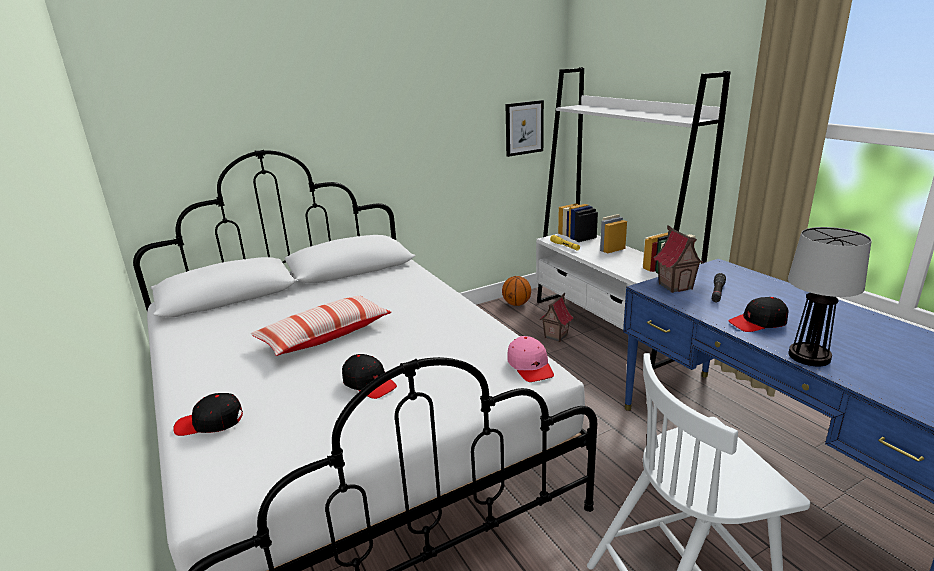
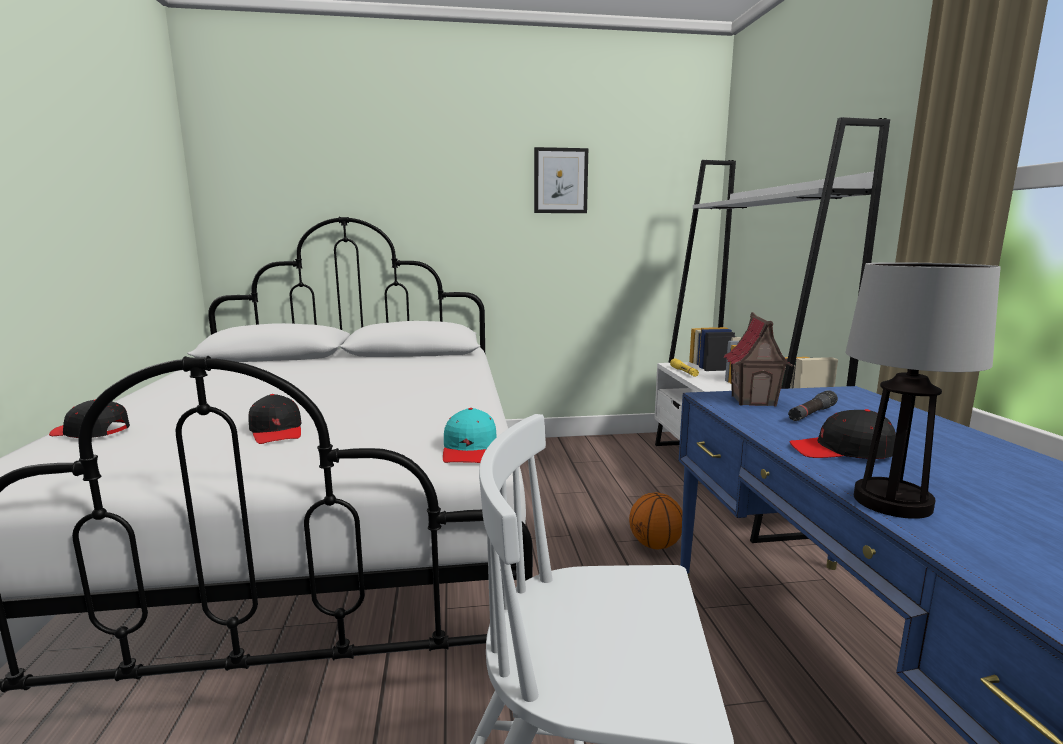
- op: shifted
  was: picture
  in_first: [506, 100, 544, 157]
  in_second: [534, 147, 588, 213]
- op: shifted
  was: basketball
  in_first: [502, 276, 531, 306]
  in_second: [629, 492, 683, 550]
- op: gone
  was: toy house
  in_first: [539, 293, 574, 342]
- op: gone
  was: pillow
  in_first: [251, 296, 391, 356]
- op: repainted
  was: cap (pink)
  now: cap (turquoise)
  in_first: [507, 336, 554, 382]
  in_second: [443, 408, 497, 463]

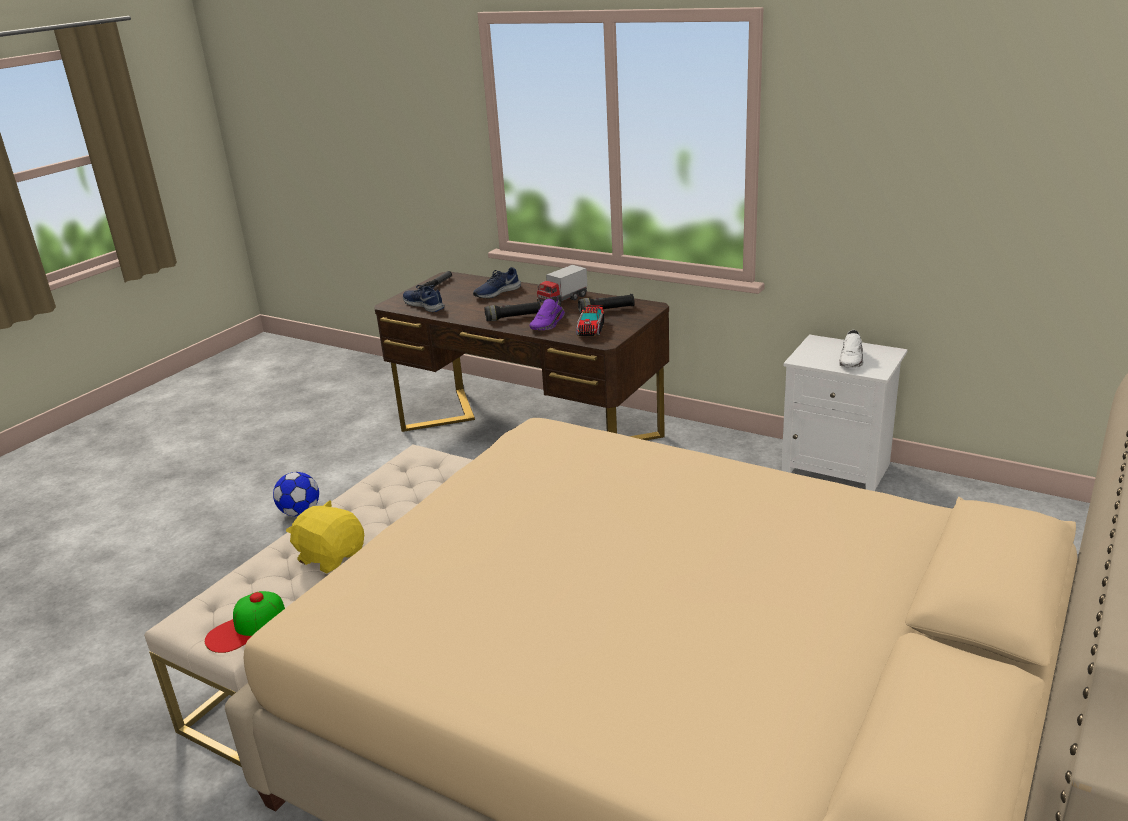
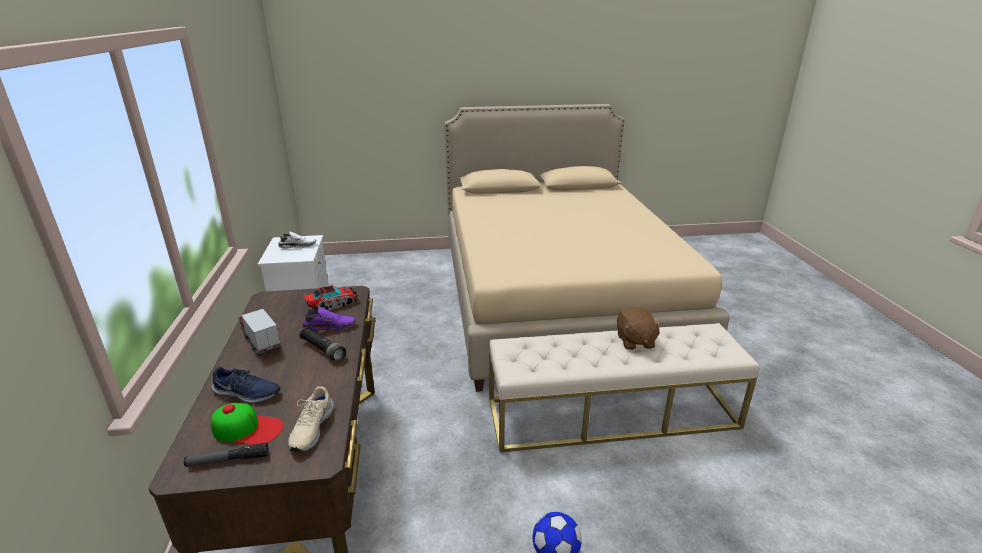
- op: rotated
  was: toy truck
  in_first: [537, 265, 587, 305]
  in_second: [238, 309, 281, 356]
  clockwise: -135
- op: repainted
  was: shoe (blue)
  now: shoe (beige)
  in_first: [403, 285, 444, 312]
  in_second: [288, 386, 334, 452]
- op: gone
  was: flashlight (black)
  in_first: [578, 294, 635, 314]
- op: repainted
  was: plush toy (yellow)
  now: plush toy (brown)
  in_first: [286, 501, 364, 573]
  in_second: [617, 307, 663, 350]
- op: shifted
  was: cap
  in_first: [205, 591, 285, 653]
  in_second: [211, 403, 283, 445]

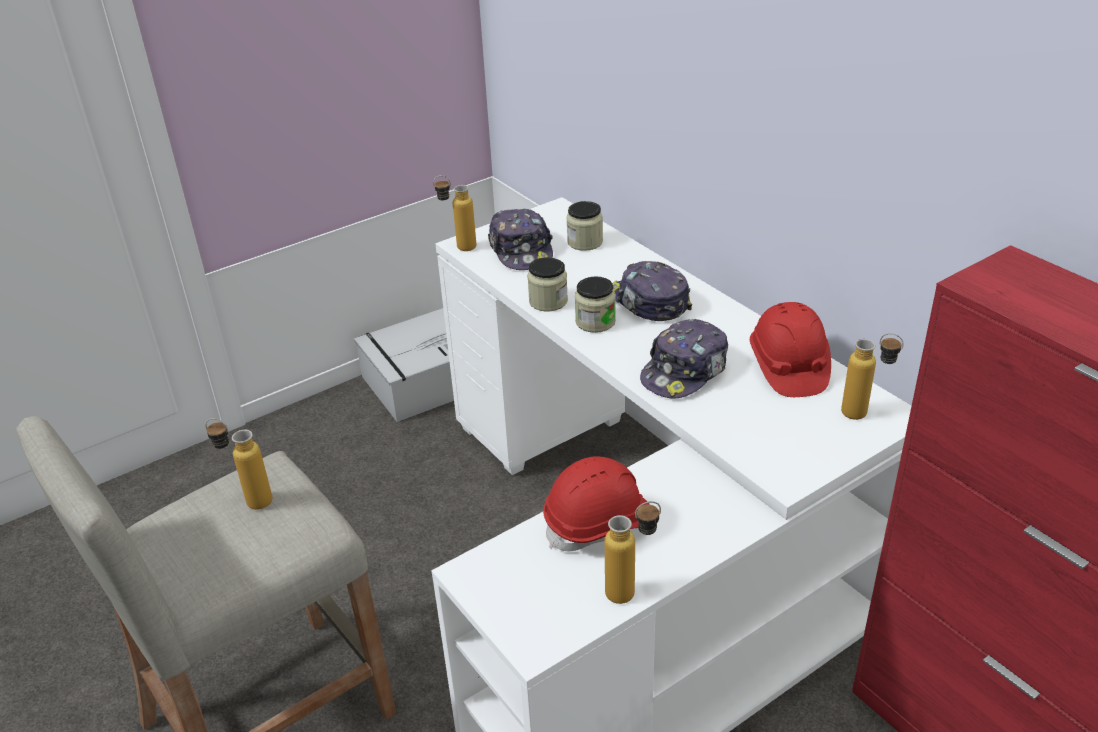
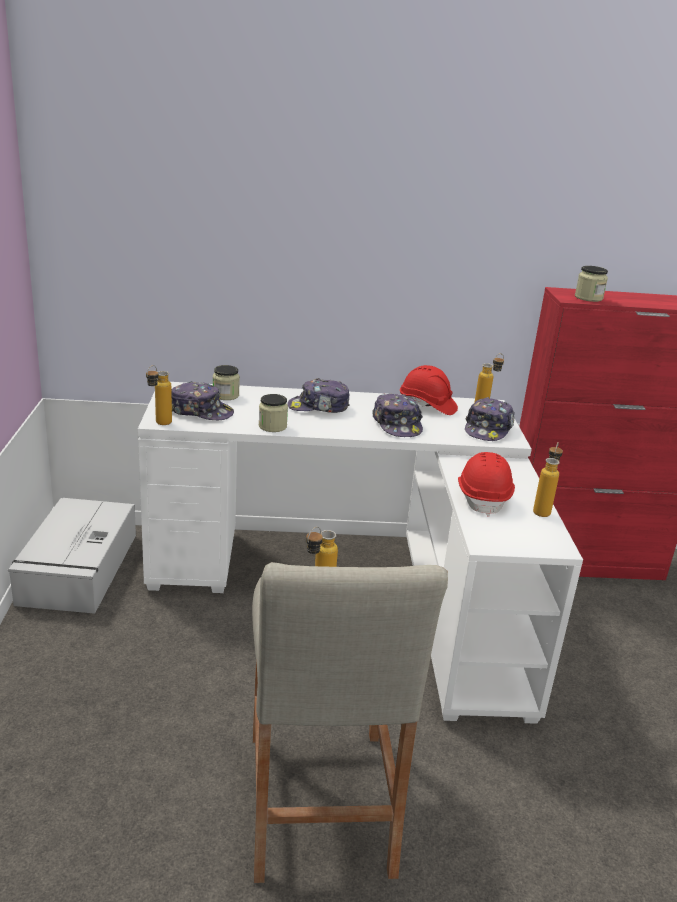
- op: shifted
  was: jar
  in_first: [575, 276, 616, 333]
  in_second: [575, 266, 608, 302]
- op: new
  now: cap
  in_second: [465, 397, 515, 441]

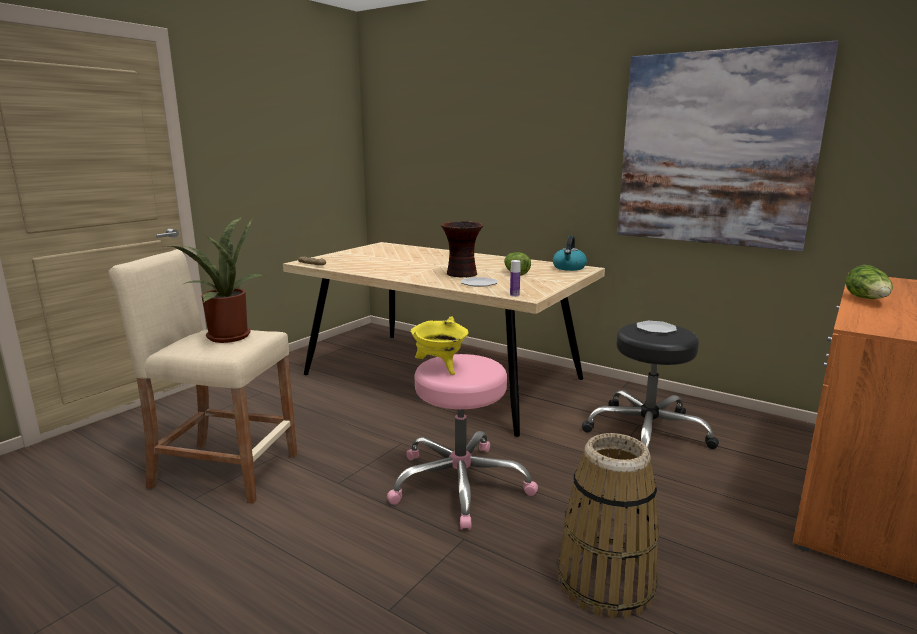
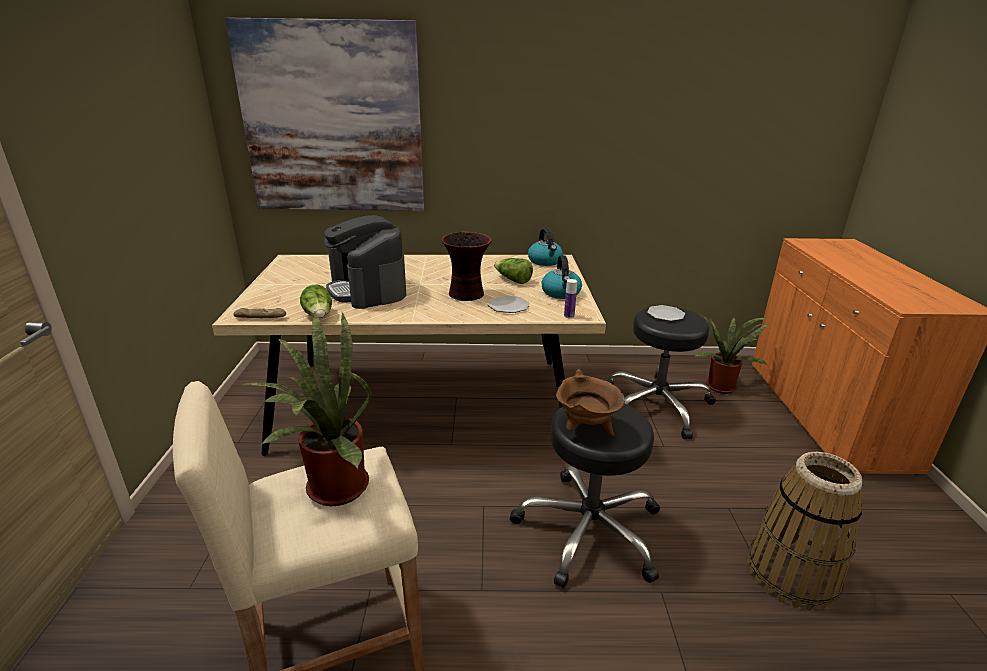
- op: shifted
  was: picture
  in_first: [617, 41, 839, 251]
  in_second: [225, 18, 424, 211]
- op: shifted
  was: lettuce
  in_first: [845, 265, 893, 299]
  in_second: [300, 284, 332, 318]
- op: repainted
  was: cooking pot (yellow)
  now: cooking pot (brown)
  in_first: [410, 316, 468, 375]
  in_second: [556, 369, 625, 437]
- op: repainted
  was: stool (pink)
  now: stool (black)
  in_first: [387, 354, 538, 530]
  in_second: [510, 404, 660, 588]
- op: new
  now: coffee machine
  in_second: [324, 215, 406, 309]
- op: new
  now: kettle
  in_second: [542, 255, 582, 299]
- op: new
  now: potted plant
  in_second: [695, 316, 771, 394]

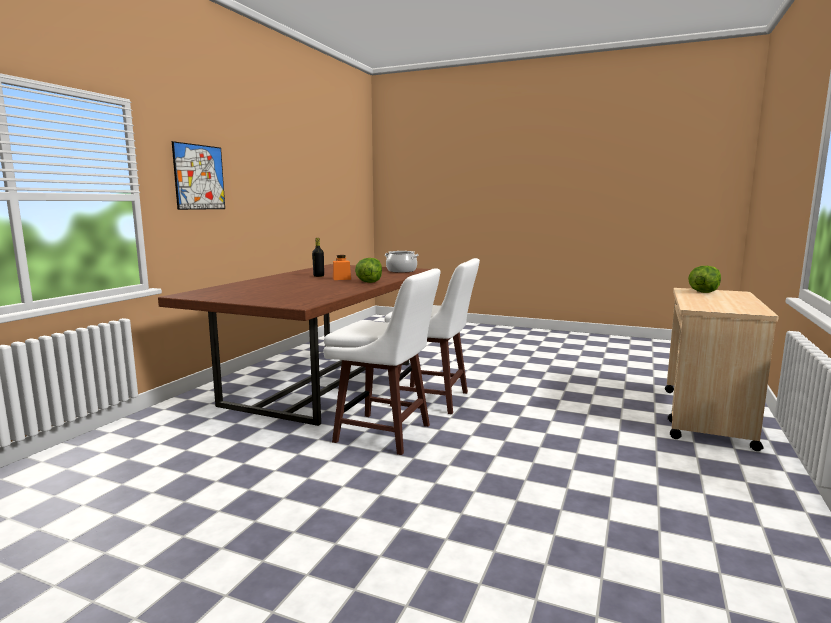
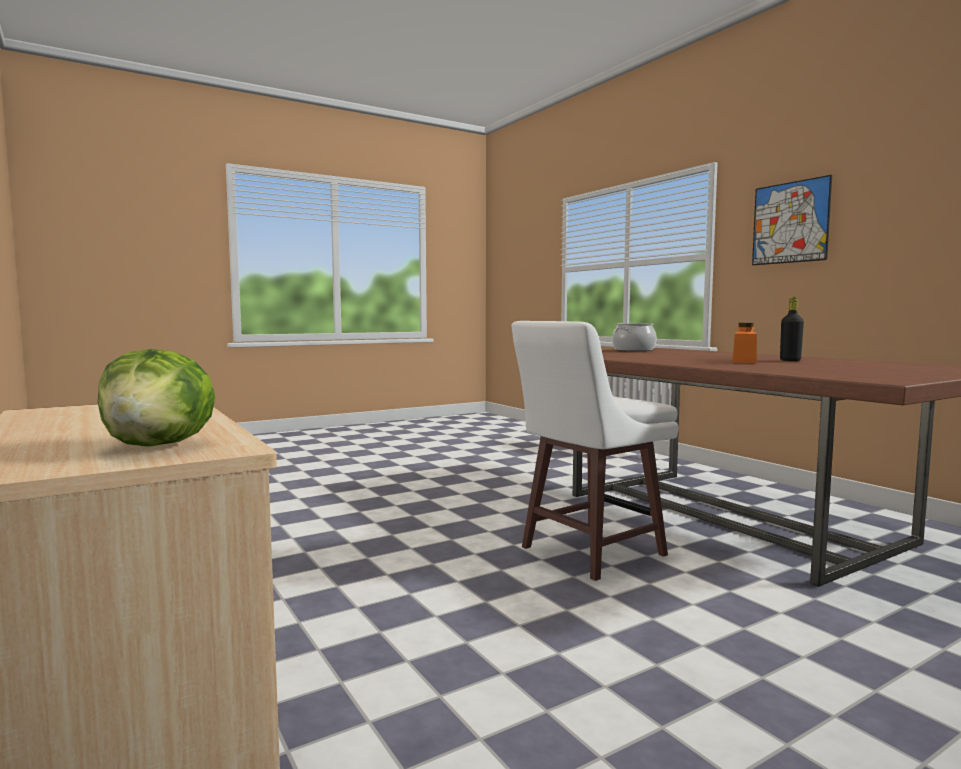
- op: shifted
  was: cooking pot
  in_first: [385, 251, 419, 273]
  in_second: [612, 323, 657, 351]
- op: gone
  was: lettuce
  in_first: [355, 258, 382, 283]
- op: gone
  was: stool (white)
  in_first: [323, 268, 441, 455]

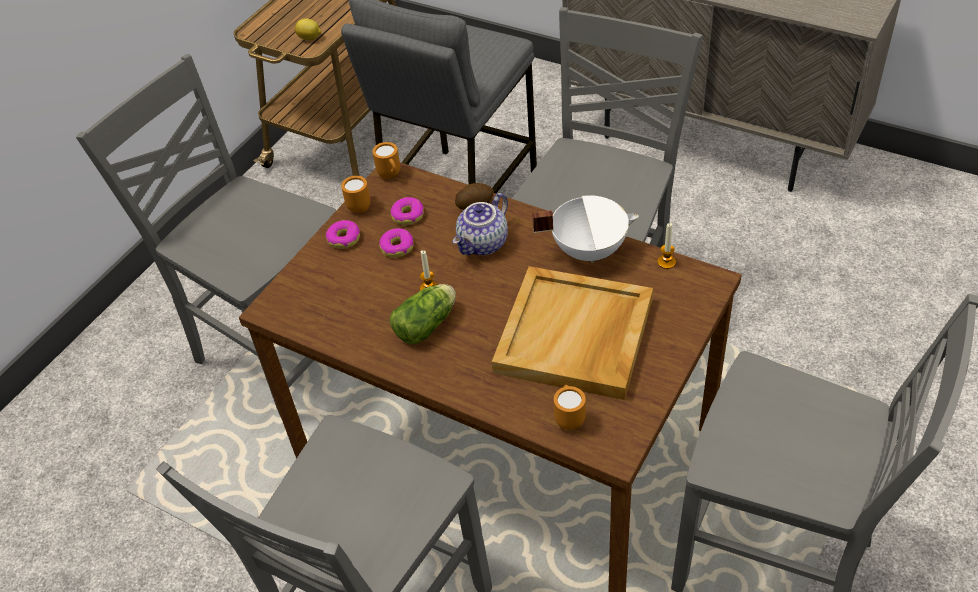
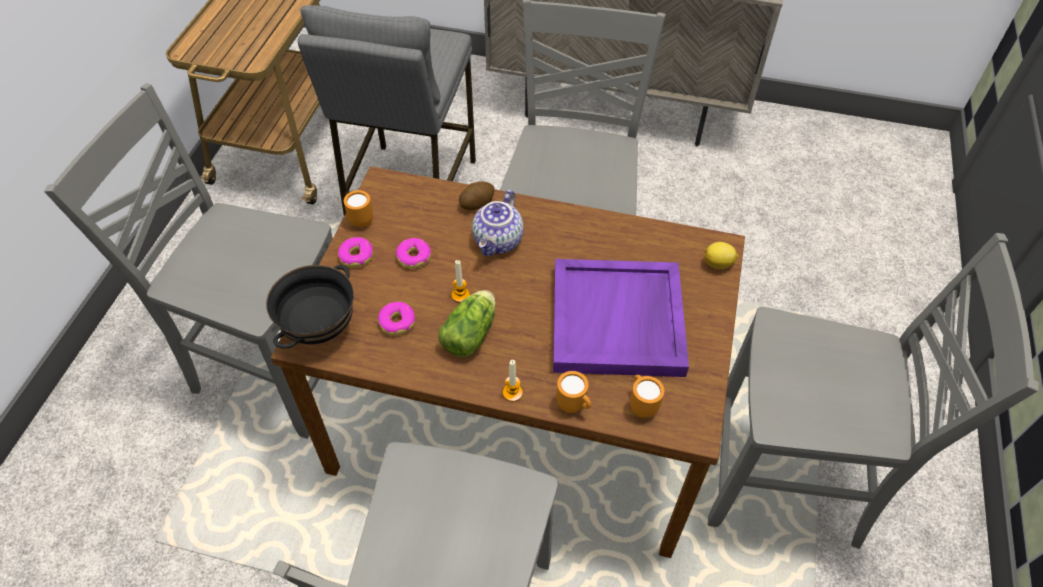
- op: shifted
  was: lemon
  in_first: [295, 18, 321, 40]
  in_second: [704, 242, 738, 269]
- op: shifted
  was: mug (orange)
  in_first: [372, 142, 400, 179]
  in_second: [556, 371, 591, 413]
- op: gone
  was: cooking pot (white)
  in_first: [532, 195, 639, 263]
- op: shifted
  was: donut
  in_first: [391, 197, 424, 225]
  in_second: [378, 302, 415, 336]
- op: shifted
  was: candle
  in_first: [657, 223, 676, 269]
  in_second: [503, 360, 523, 402]
- op: repainted
  was: tray (beige)
  now: tray (purple)
  in_first: [492, 266, 653, 400]
  in_second: [553, 259, 689, 377]
- op: new
  now: bowl (black)
  in_second: [266, 265, 354, 349]

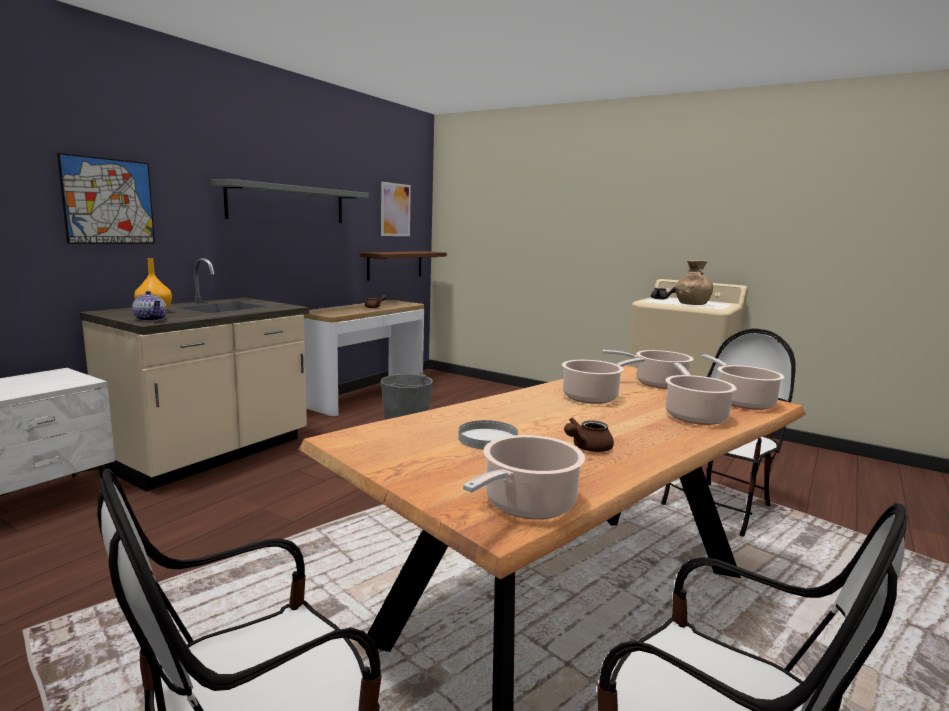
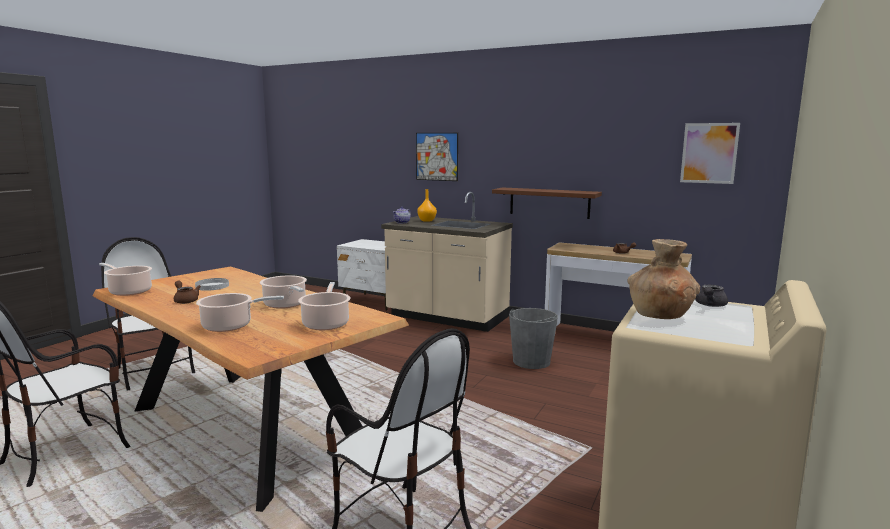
- op: gone
  was: shelf (grey)
  in_first: [210, 179, 369, 223]
- op: shifted
  was: shelf (brown)
  in_first: [360, 251, 447, 281]
  in_second: [492, 187, 602, 219]
- op: gone
  was: cooking pot
  in_first: [701, 355, 784, 410]

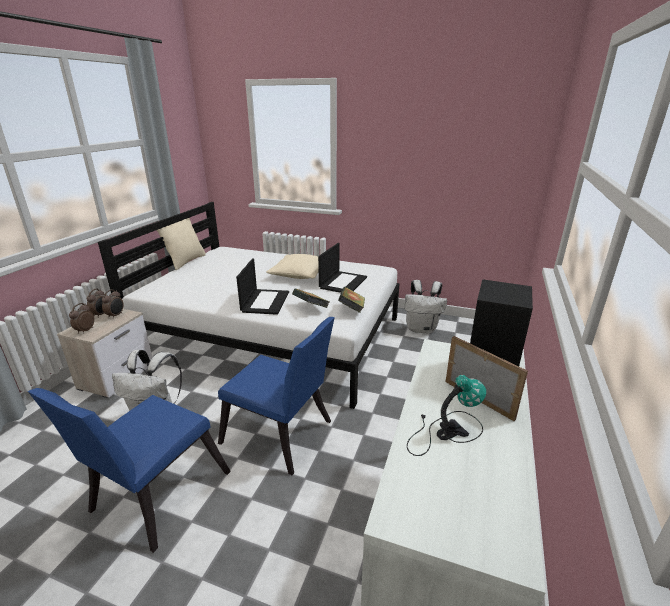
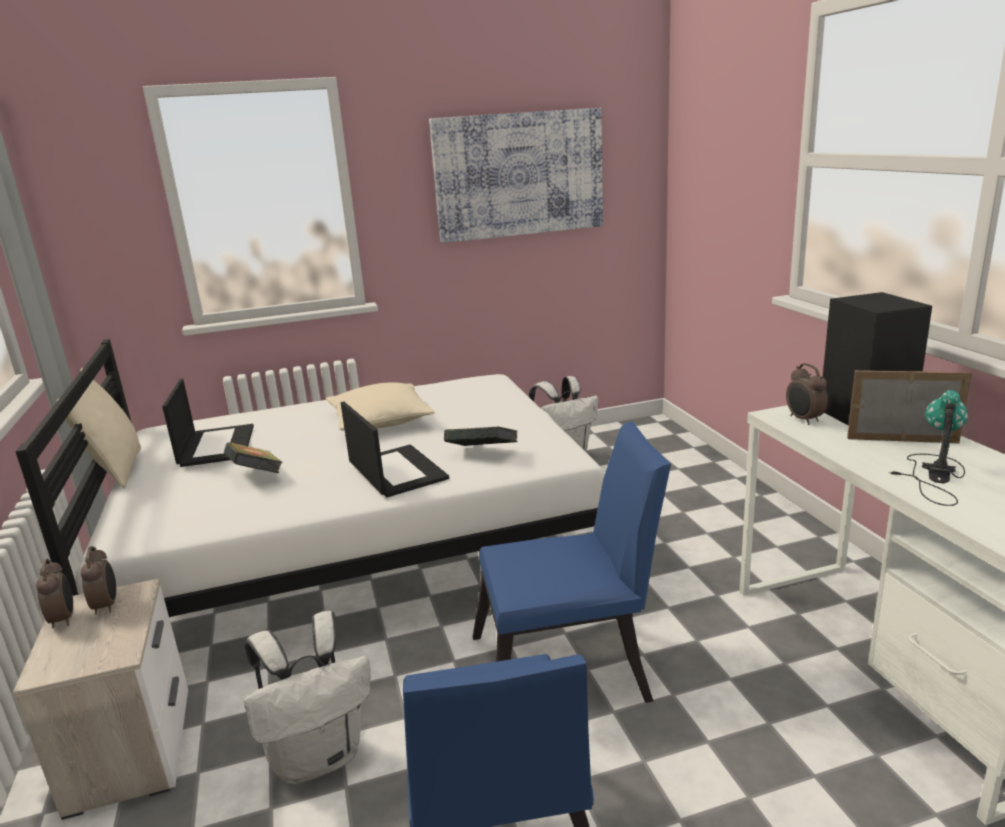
- op: shifted
  was: laptop
  in_first: [318, 243, 367, 293]
  in_second: [162, 378, 254, 467]
- op: shifted
  was: book
  in_first: [338, 287, 365, 313]
  in_second: [224, 442, 283, 473]
- op: shifted
  was: alarm clock
  in_first: [69, 303, 95, 334]
  in_second: [786, 363, 828, 425]
- op: new
  now: picture
  in_second: [429, 108, 603, 243]

